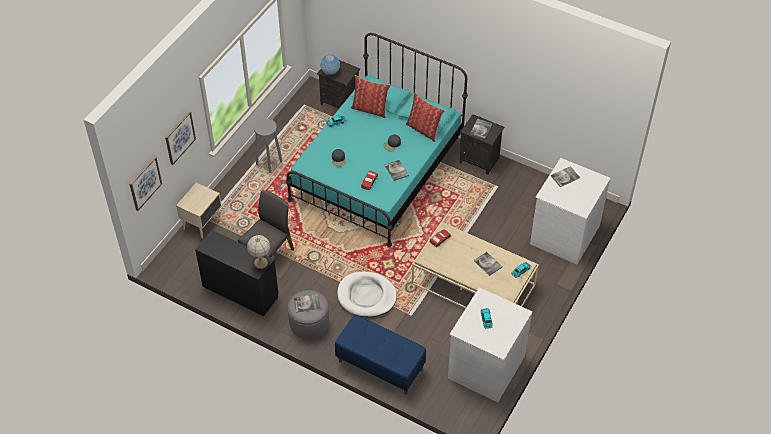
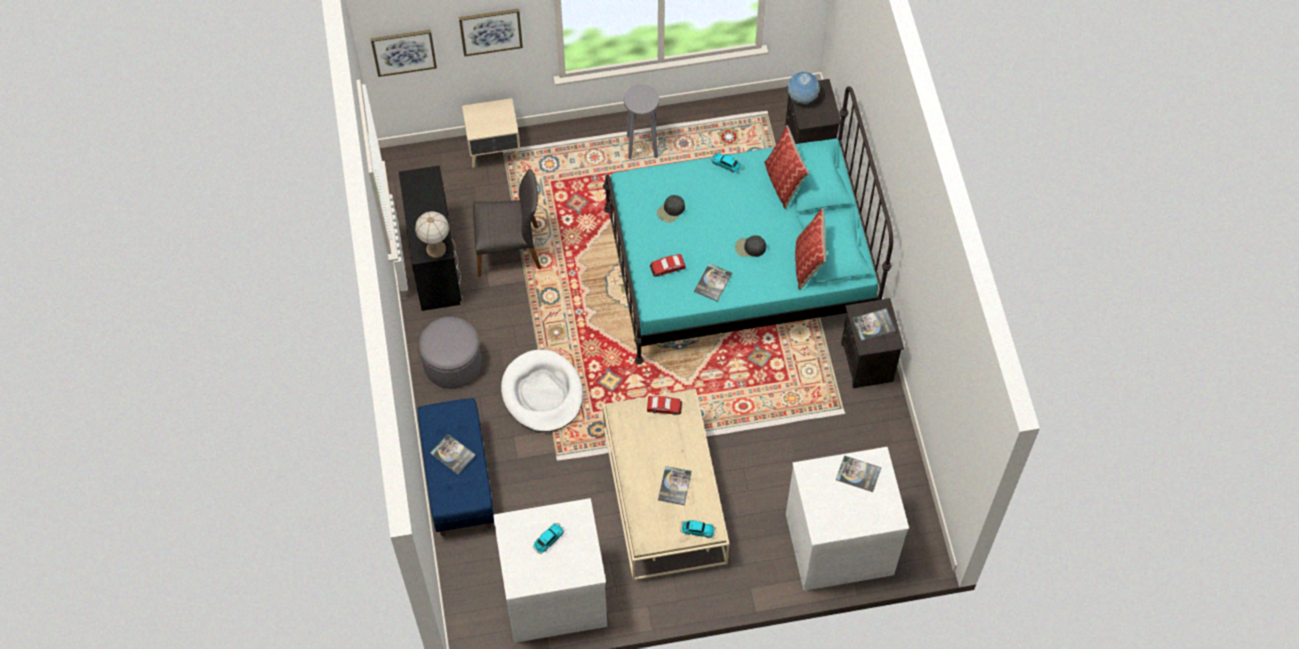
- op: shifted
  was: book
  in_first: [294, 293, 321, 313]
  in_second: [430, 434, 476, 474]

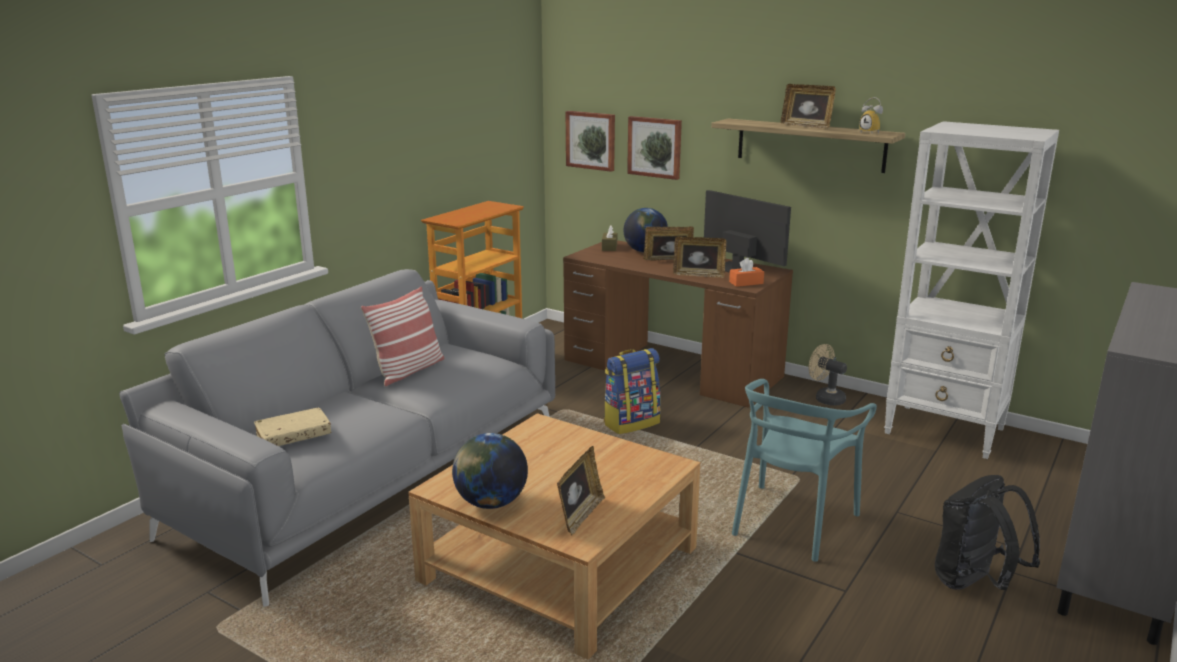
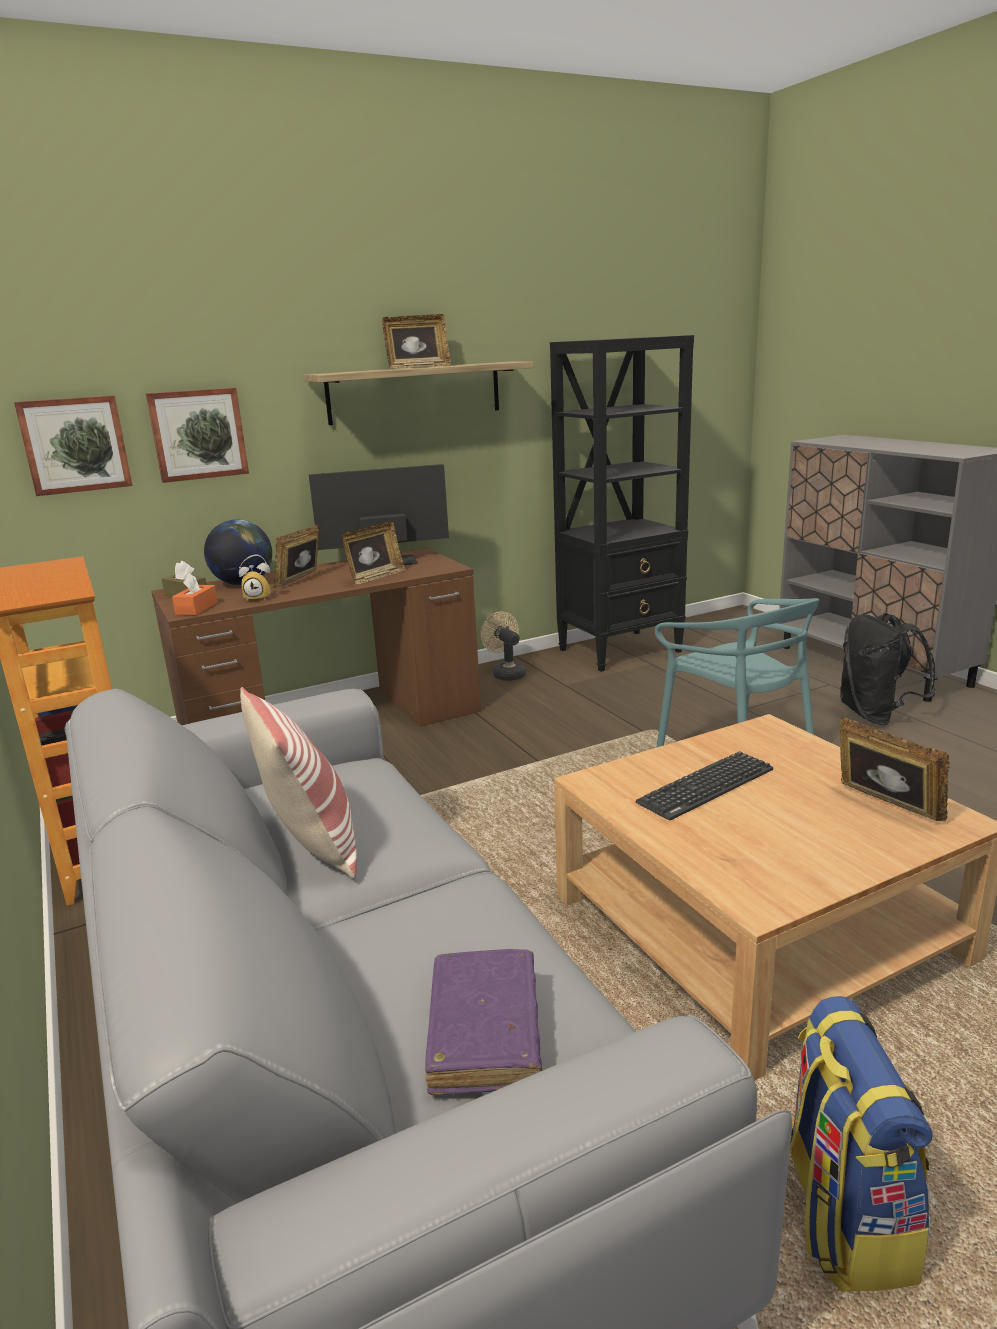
- op: shifted
  was: alarm clock
  in_first: [859, 97, 883, 134]
  in_second: [239, 554, 271, 601]
- op: repainted
  was: bookcase (white)
  now: bookcase (black)
  in_first: [884, 121, 1059, 459]
  in_second: [550, 335, 694, 672]
- op: shifted
  was: tissue box (orange)
  in_first: [729, 258, 764, 287]
  in_second: [172, 573, 218, 615]
- op: rotated
  was: fan (beige)
  in_first: [809, 344, 847, 406]
  in_second: [481, 611, 526, 681]
  clockwise: 75
- op: shifted
  was: backpack
  in_first: [604, 348, 661, 434]
  in_second: [789, 996, 933, 1293]
- op: repainted
  was: book (beige)
  now: book (purple)
  in_first: [254, 408, 331, 446]
  in_second: [425, 949, 542, 1095]
- op: gone
  was: globe
  in_first: [452, 433, 528, 509]
- op: new
  now: keyboard
  in_second: [636, 751, 773, 820]

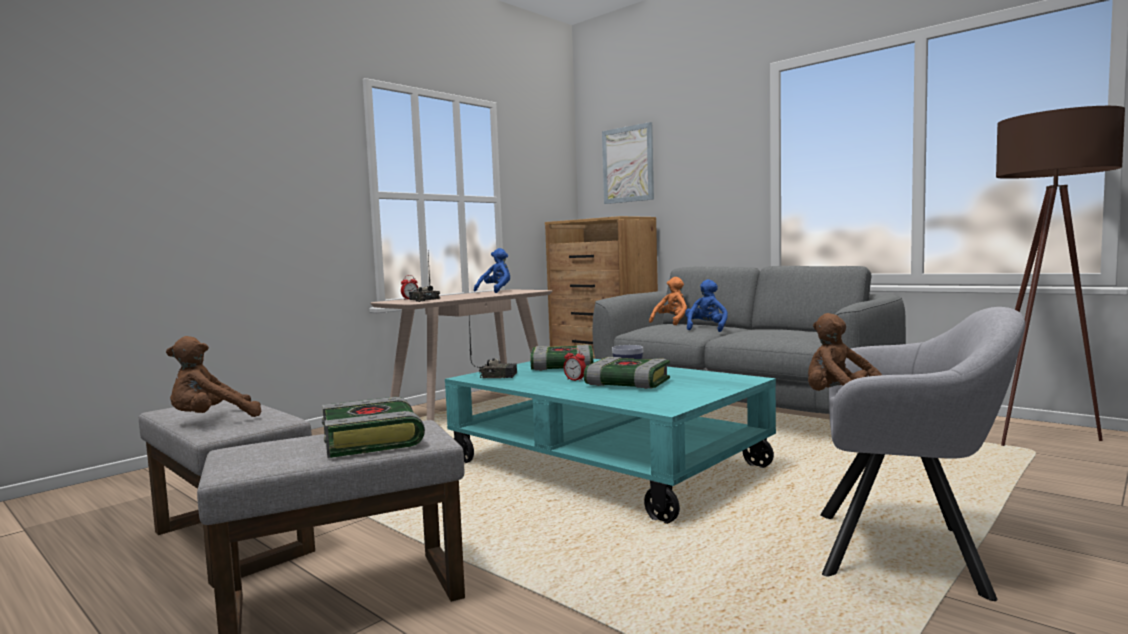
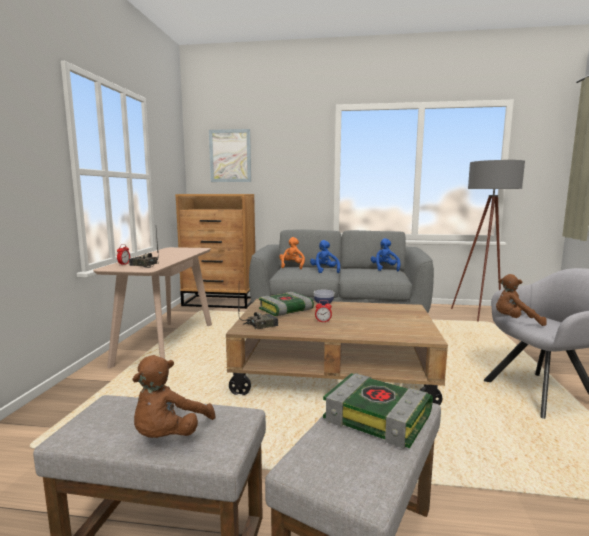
- op: repainted
  was: floor lamp (brown)
  now: floor lamp (grey)
  in_first: [996, 106, 1125, 446]
  in_second: [451, 160, 525, 322]
- op: shifted
  was: plush toy (blue)
  in_first: [474, 248, 510, 293]
  in_second: [371, 238, 400, 271]
- op: gone
  was: book
  in_first: [584, 357, 670, 389]
- op: repainted
  was: coffee table (turquoise)
  now: coffee table (brown)
  in_first: [445, 359, 776, 524]
  in_second: [226, 299, 448, 406]

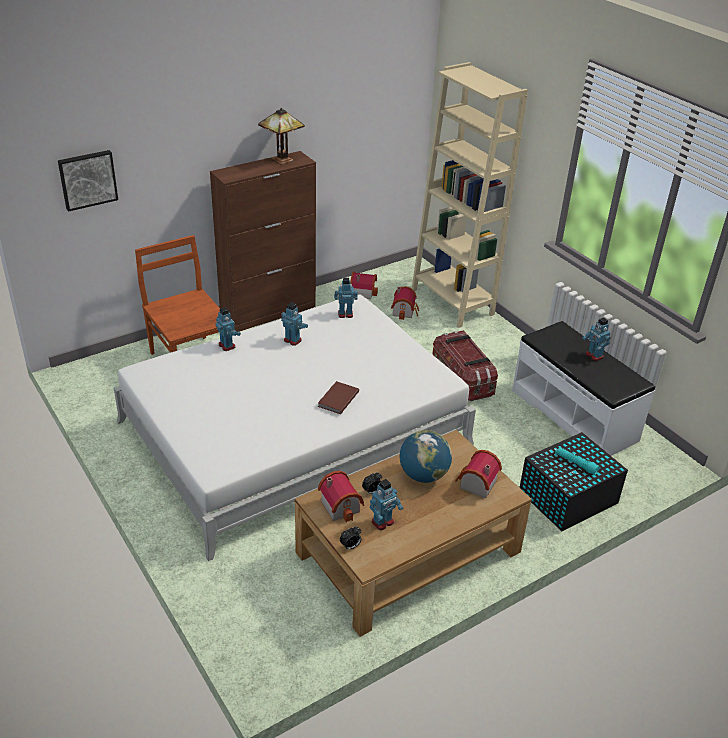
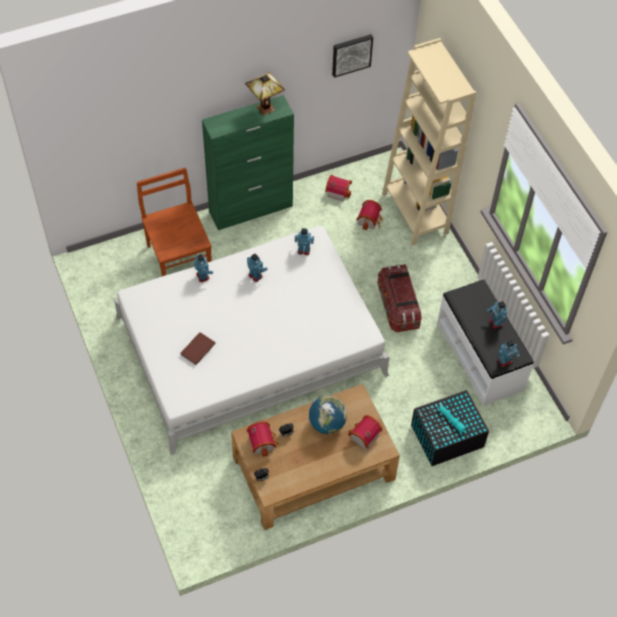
- op: shifted
  was: picture
  in_first: [58, 150, 118, 212]
  in_second: [332, 34, 373, 78]
- op: repainted
  was: cabinet (brown)
  now: cabinet (green)
  in_first: [210, 151, 316, 332]
  in_second: [202, 95, 294, 230]
- op: shifted
  was: book (brown)
  in_first: [318, 381, 359, 414]
  in_second: [181, 332, 216, 365]
- op: shifted
  was: toy robot
  in_first: [370, 479, 403, 530]
  in_second: [497, 339, 520, 367]

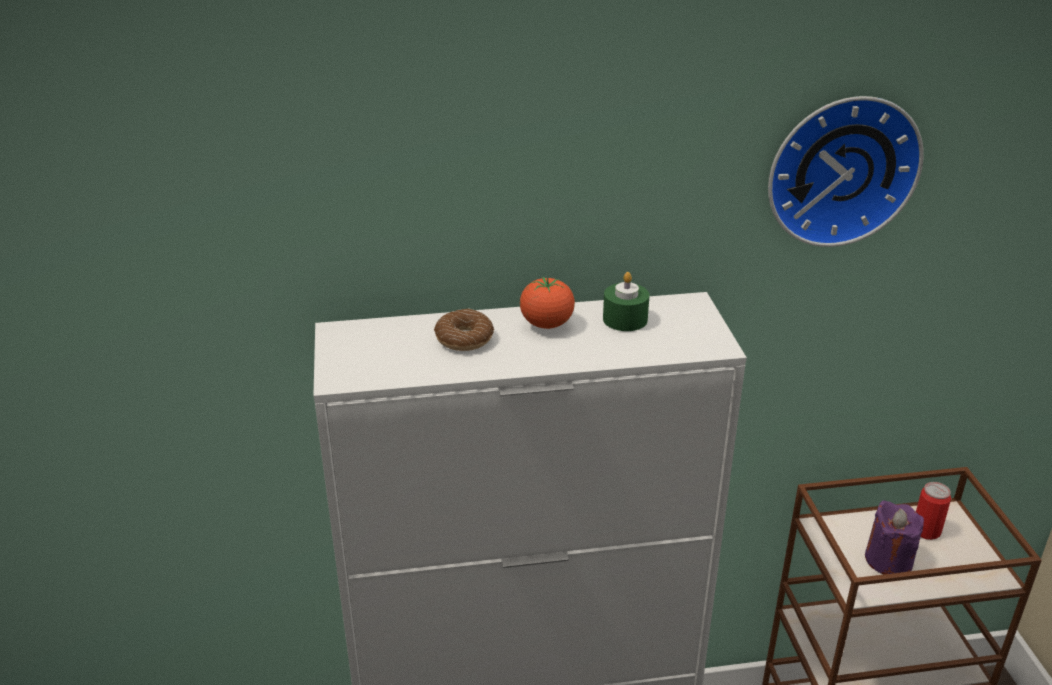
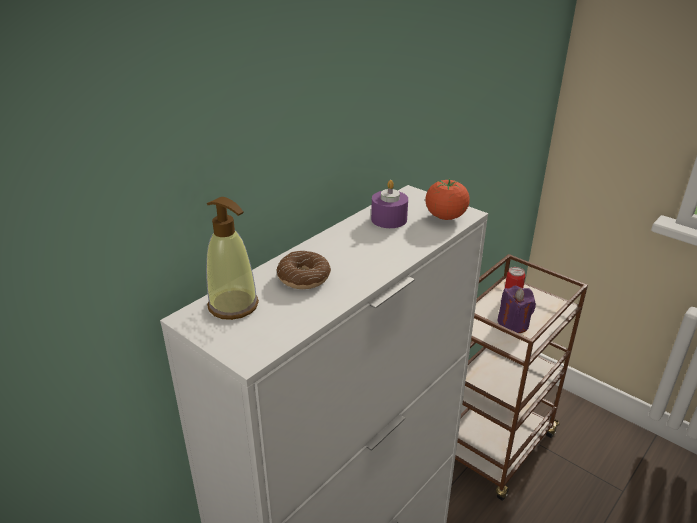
- op: gone
  was: wall clock
  in_first: [768, 96, 924, 247]
- op: repainted
  was: candle (green)
  now: candle (purple)
  in_first: [603, 272, 649, 331]
  in_second: [371, 180, 408, 228]
- op: shifted
  was: tomato
  in_first: [520, 277, 575, 329]
  in_second: [425, 179, 470, 220]
- op: new
  now: soap dispenser
  in_second: [206, 197, 259, 320]

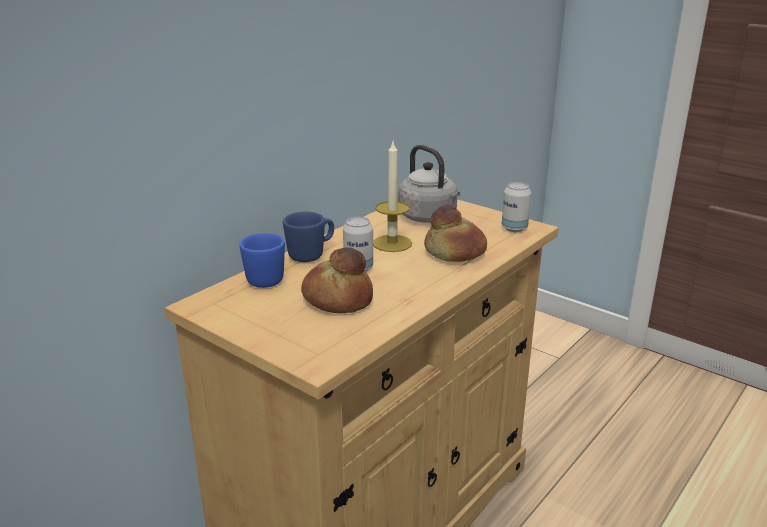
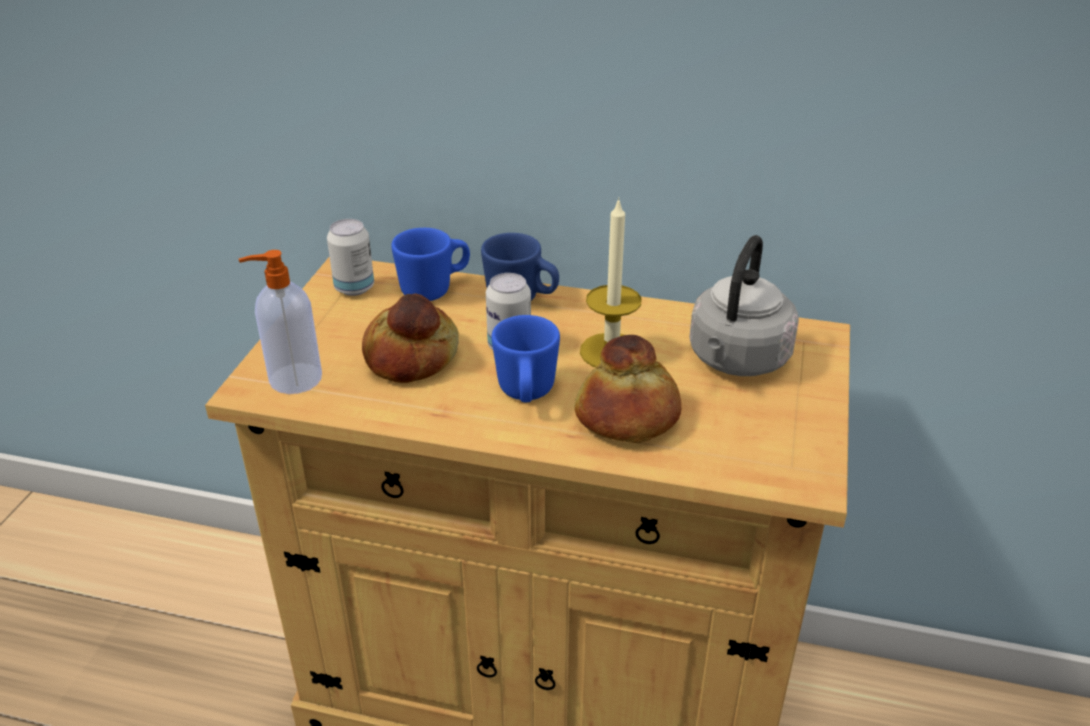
- op: shifted
  was: can
  in_first: [502, 182, 531, 232]
  in_second: [327, 219, 374, 296]
- op: new
  now: soap dispenser
  in_second: [239, 250, 322, 394]
- op: new
  now: mug (blue)
  in_second: [492, 315, 560, 402]

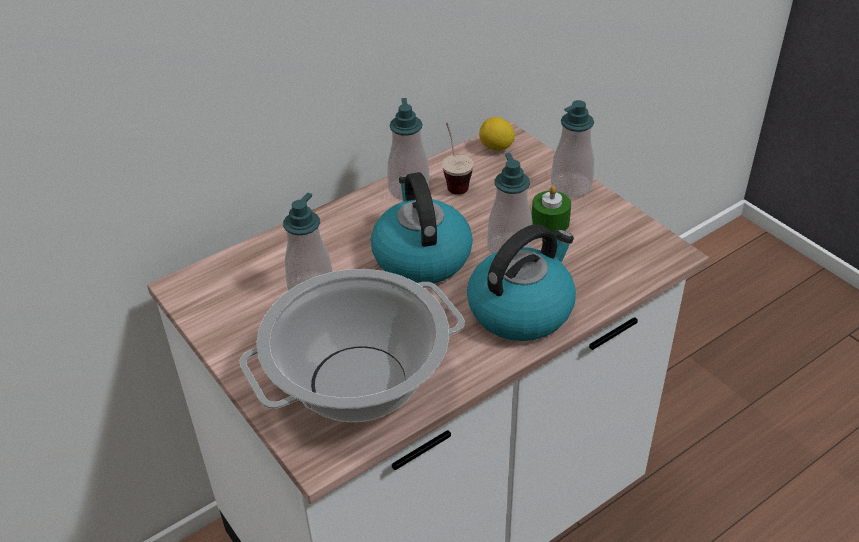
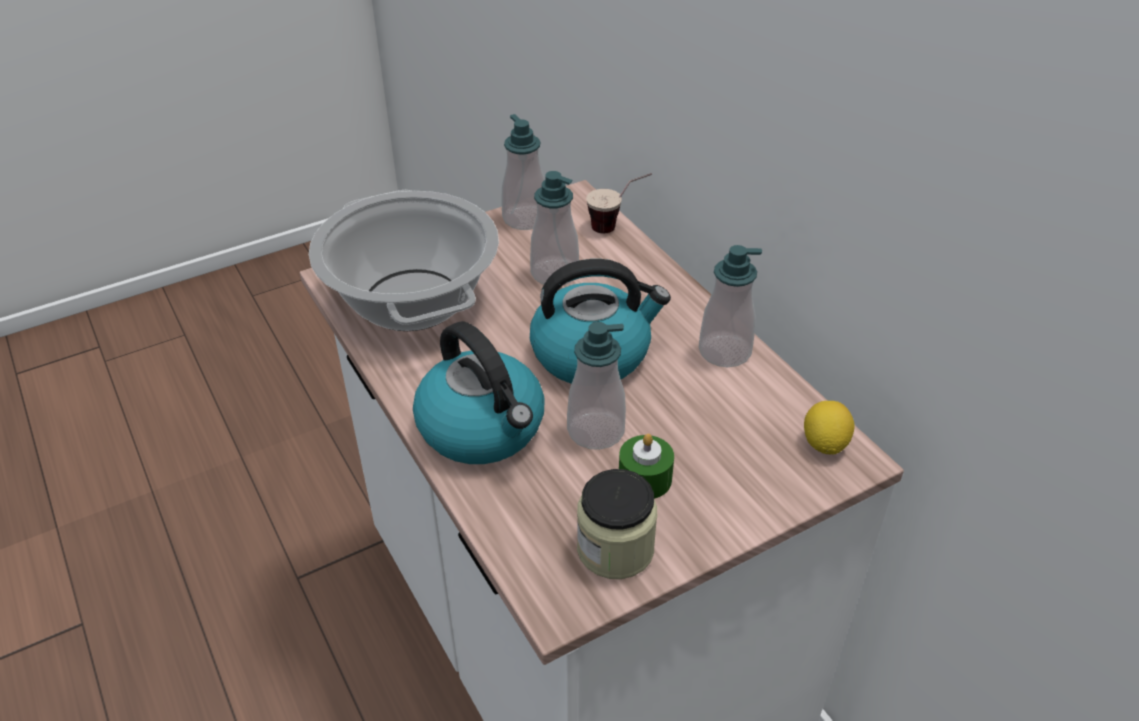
- op: shifted
  was: soap dispenser
  in_first: [551, 100, 594, 198]
  in_second: [501, 114, 545, 230]
- op: shifted
  was: cup
  in_first: [442, 122, 474, 195]
  in_second: [586, 173, 652, 233]
- op: new
  now: jar
  in_second: [577, 469, 657, 579]

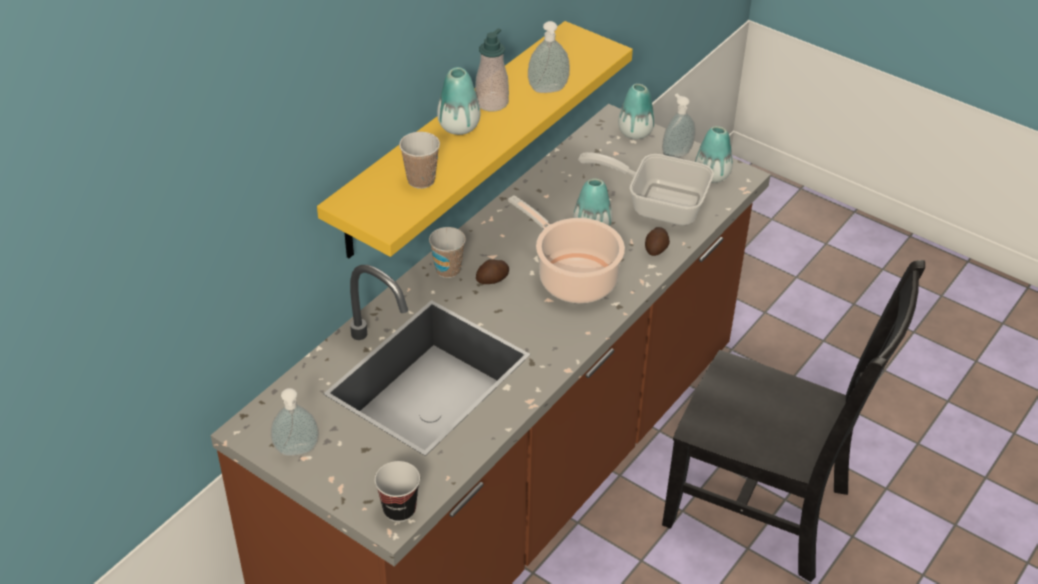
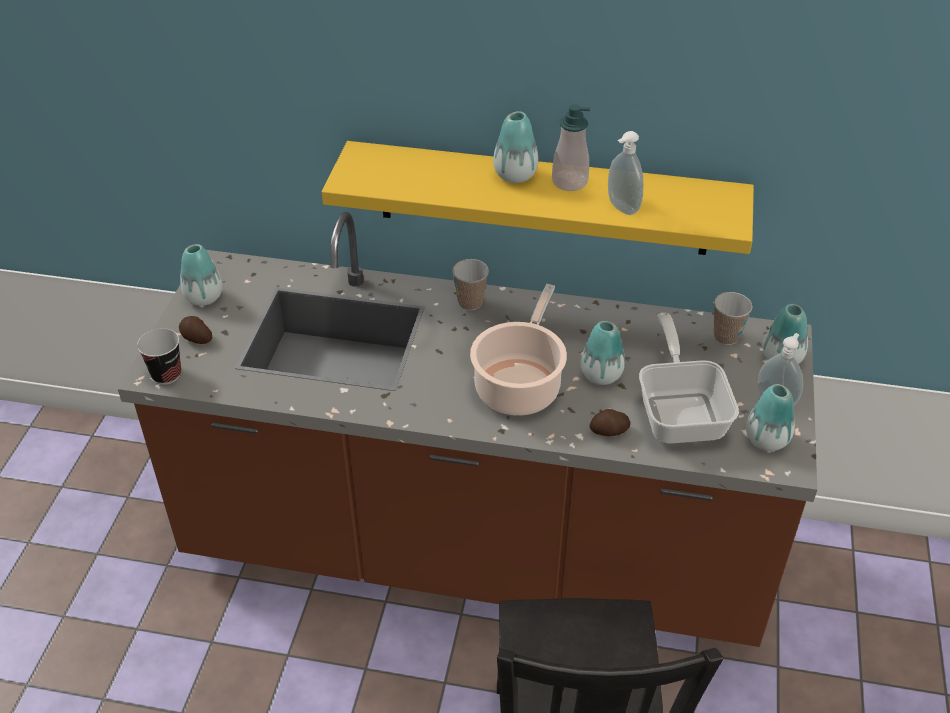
- op: shifted
  was: cup
  in_first: [399, 132, 440, 189]
  in_second: [713, 292, 752, 345]
- op: shifted
  was: potato
  in_first: [476, 259, 509, 284]
  in_second: [179, 316, 212, 344]
- op: swapped
  was: soap dispenser
  now: vase
  in_first: [271, 388, 319, 456]
  in_second: [180, 244, 222, 306]

